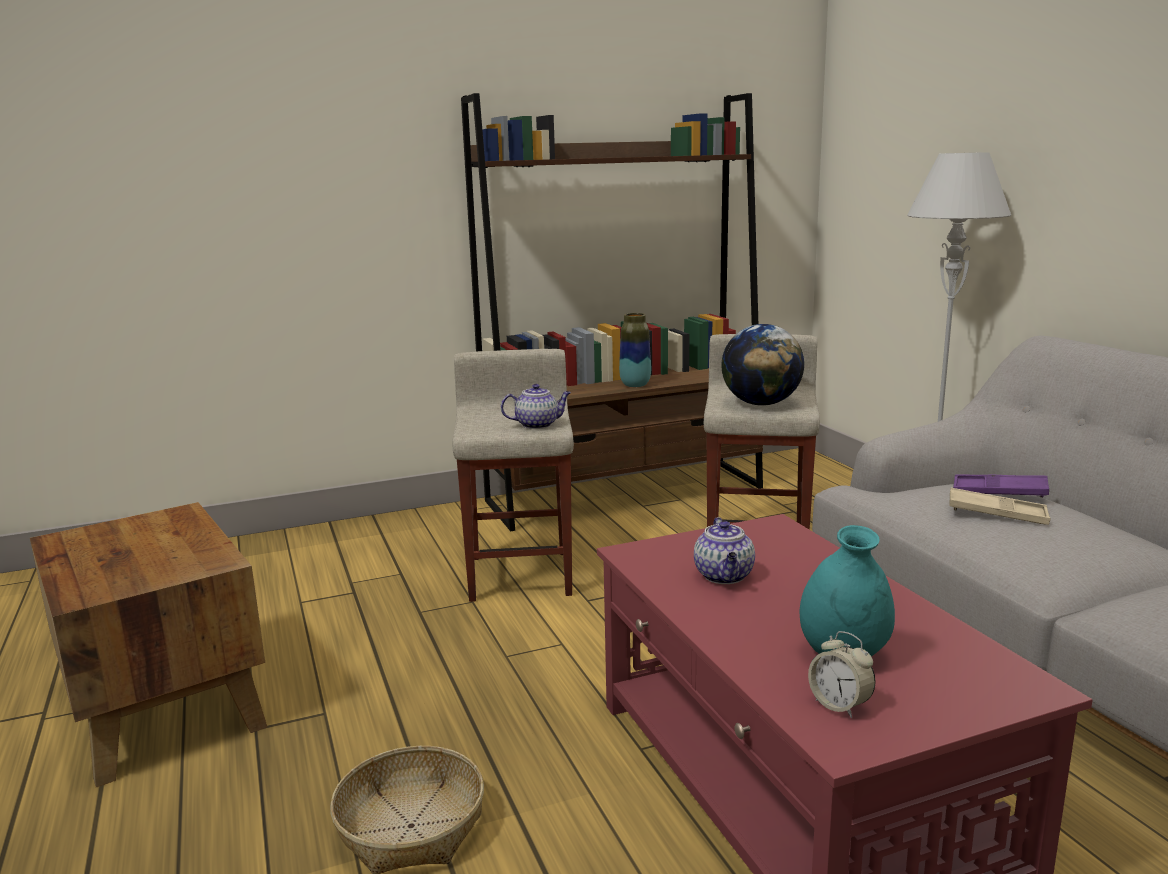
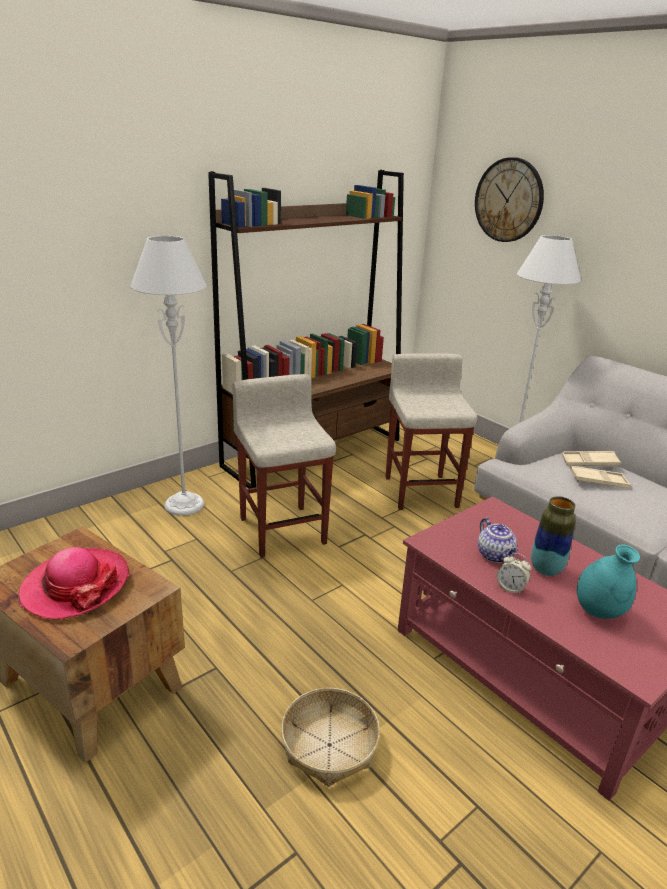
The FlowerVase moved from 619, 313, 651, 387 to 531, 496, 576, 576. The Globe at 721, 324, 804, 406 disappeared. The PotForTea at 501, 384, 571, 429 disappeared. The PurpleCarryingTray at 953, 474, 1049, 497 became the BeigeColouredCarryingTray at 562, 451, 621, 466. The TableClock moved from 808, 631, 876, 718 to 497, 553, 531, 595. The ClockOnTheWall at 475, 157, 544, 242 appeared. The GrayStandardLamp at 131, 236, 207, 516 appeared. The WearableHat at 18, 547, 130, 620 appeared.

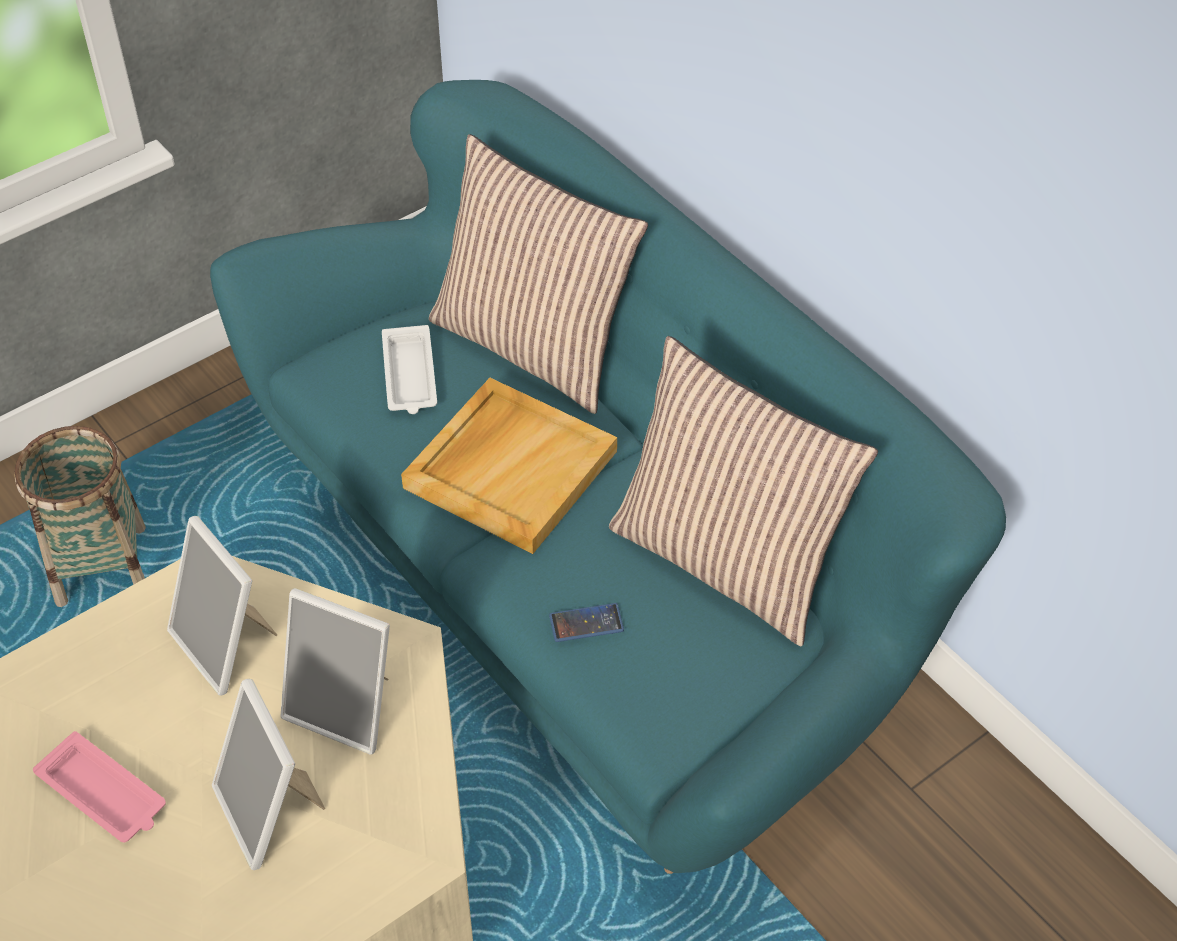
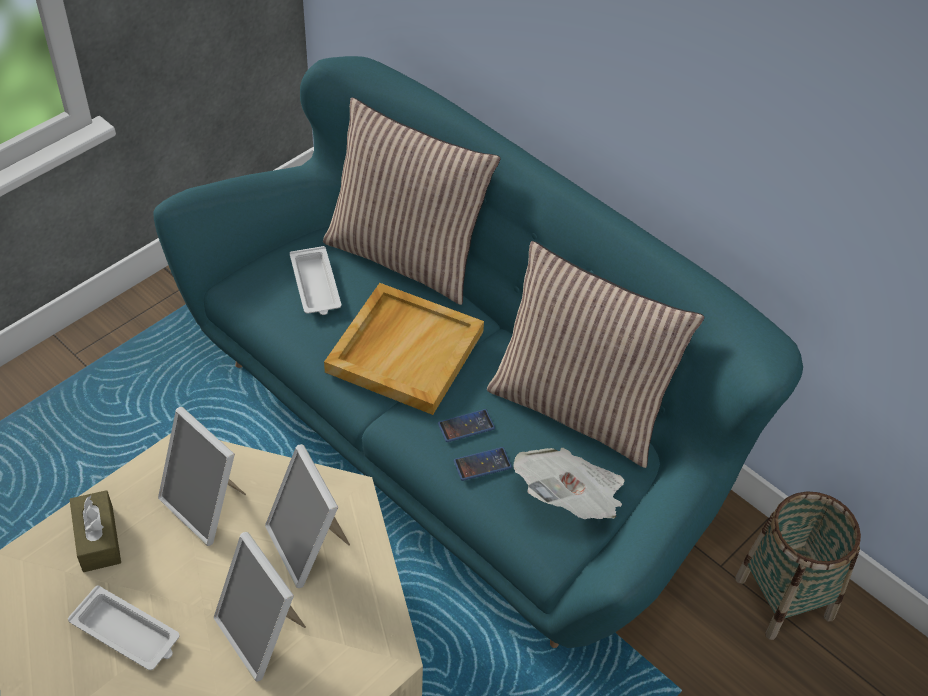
The HouseholdBasket moved from 14, 426, 146, 607 to 735, 492, 861, 640. The PhotoFrame at 281, 588, 390, 755 turned 45 degrees clockwise. The PinkCarryingTray at 33, 731, 166, 842 became the WhitishCarryingTray at 68, 585, 180, 670. The Phone at 438, 409, 495, 442 appeared. The Newspaper at 513, 448, 625, 519 appeared. The BrownishTissueHolder at 70, 490, 121, 572 appeared.

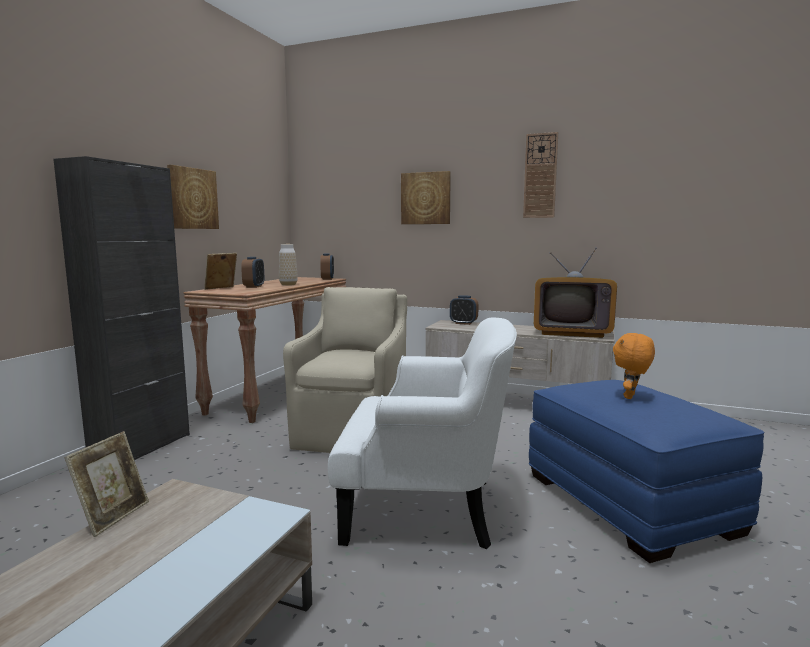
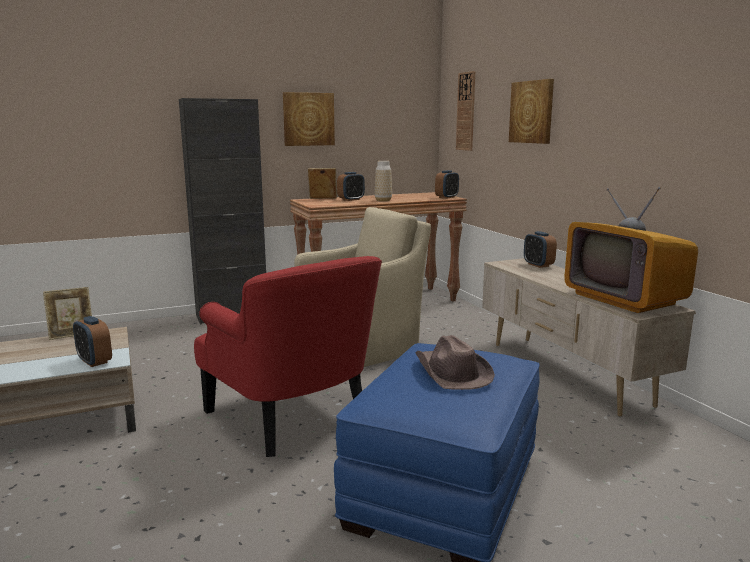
The ClockOnTheWall moved from 523, 132, 558, 218 to 456, 71, 475, 151. The WhitishEasyChair at 328, 317, 517, 549 became the RedColouredEasyChair at 194, 256, 382, 457. The OrangeyPlushToy at 613, 333, 655, 399 was replaced by the BrownishWearableHat at 416, 335, 495, 390. The TableClock at 73, 316, 112, 367 appeared.

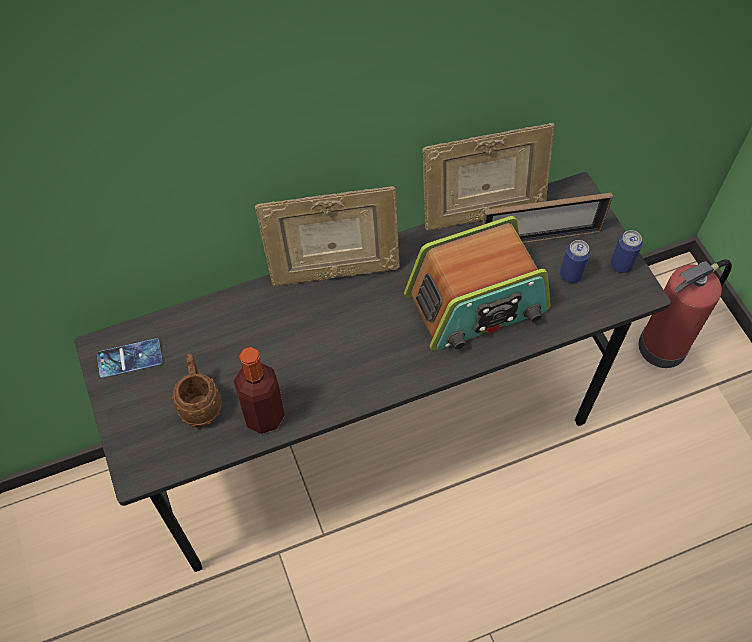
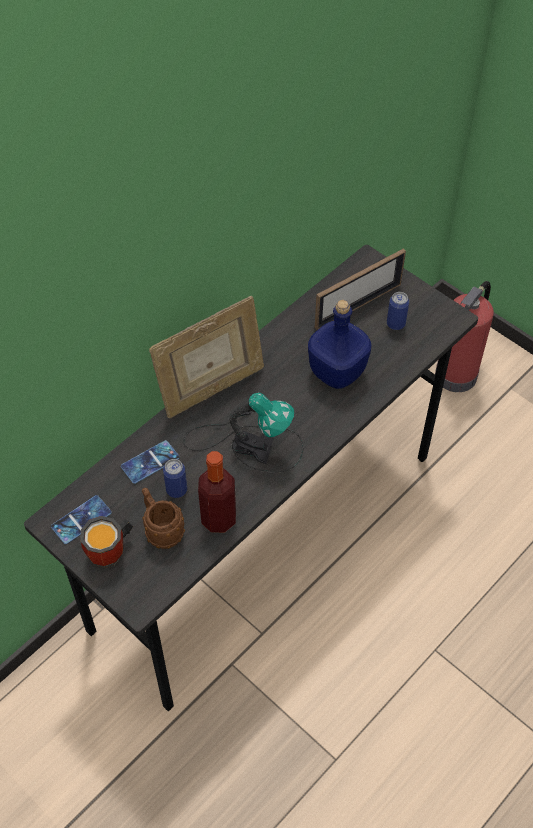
The PhotoFrame at 422, 123, 555, 231 disappeared. The RadioSet at 404, 216, 551, 351 was replaced by the BlueColouredBeverageBottle at 308, 300, 371, 389. The SealedCan moved from 611, 230, 643, 273 to 163, 459, 187, 498. The LampForATable at 183, 392, 303, 473 appeared. The Phone at 121, 440, 180, 484 appeared. The Mug at 80, 516, 133, 568 appeared.

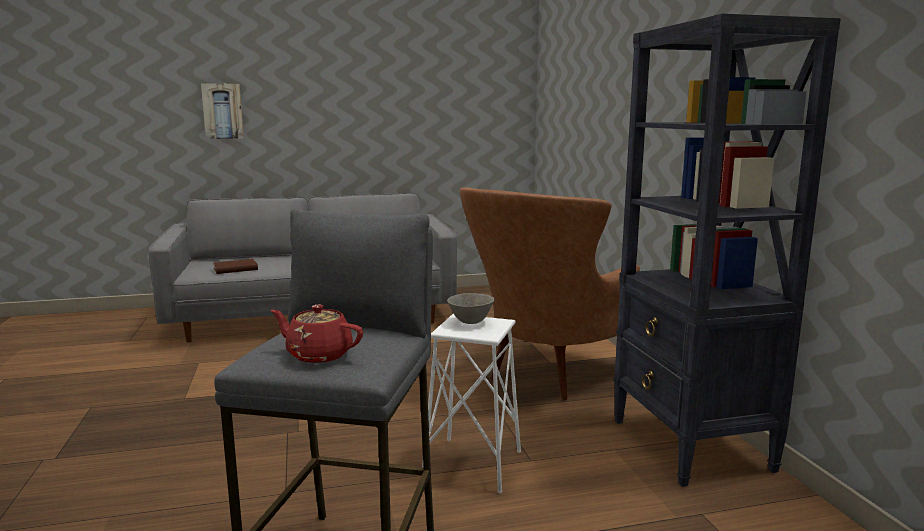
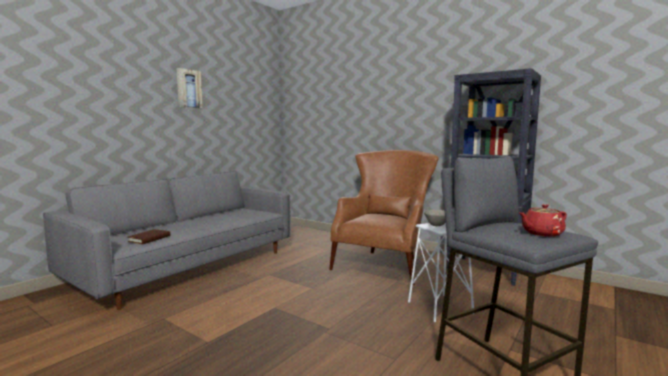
The WallPicture moved from 201, 83, 244, 139 to 176, 68, 203, 108. The BrownishEasyChair at 459, 187, 640, 400 turned 150 degrees counterclockwise.

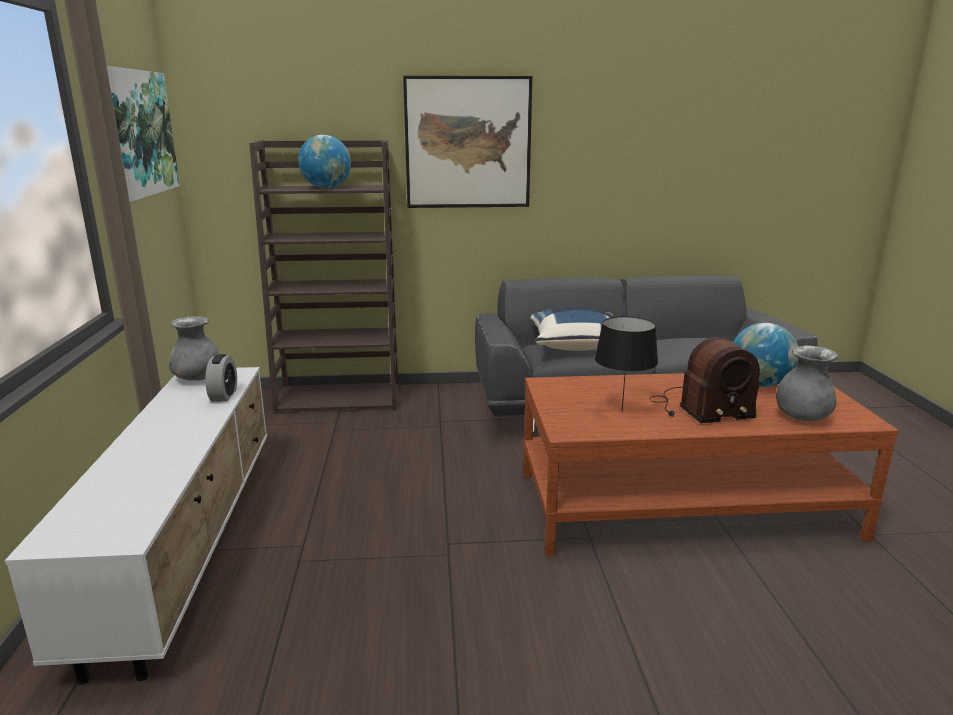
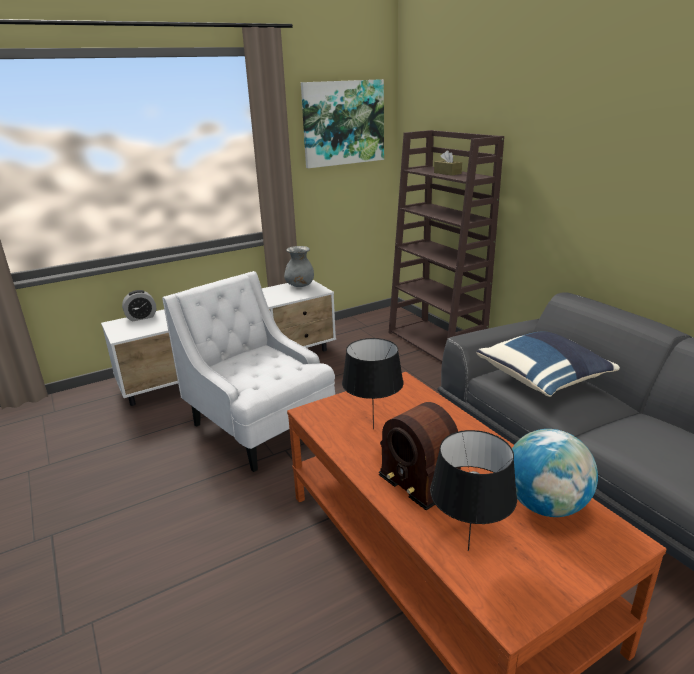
The WallPicture at 403, 76, 532, 208 disappeared. The Globe at 298, 135, 351, 188 was replaced by the BrownishTissueHolder at 434, 150, 462, 176. The GrayFlowerVase at 776, 346, 838, 421 was replaced by the BlackColouredLampForATable at 430, 430, 517, 551. The TableClock moved from 205, 354, 237, 401 to 122, 290, 156, 321. The WhitishEasyChair at 162, 271, 335, 472 appeared.

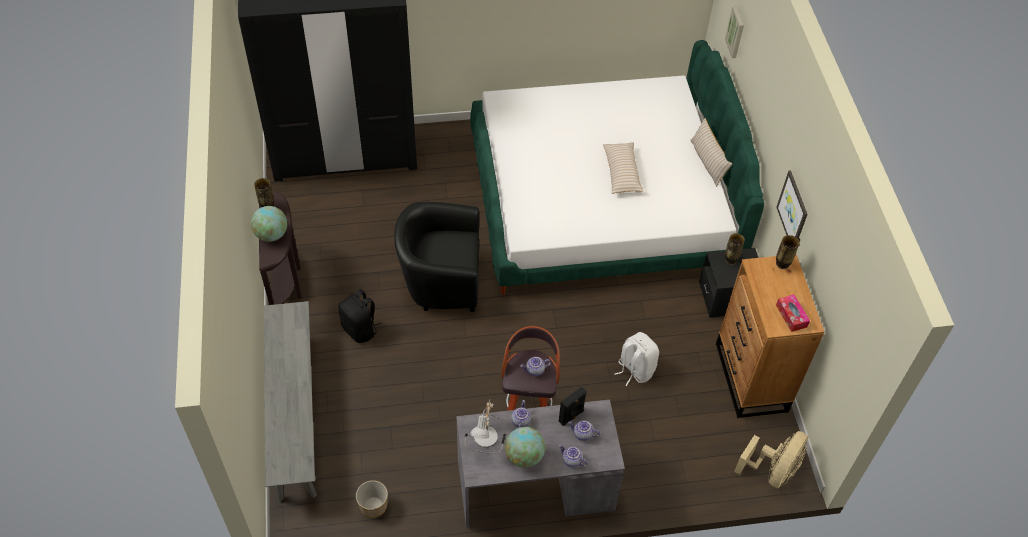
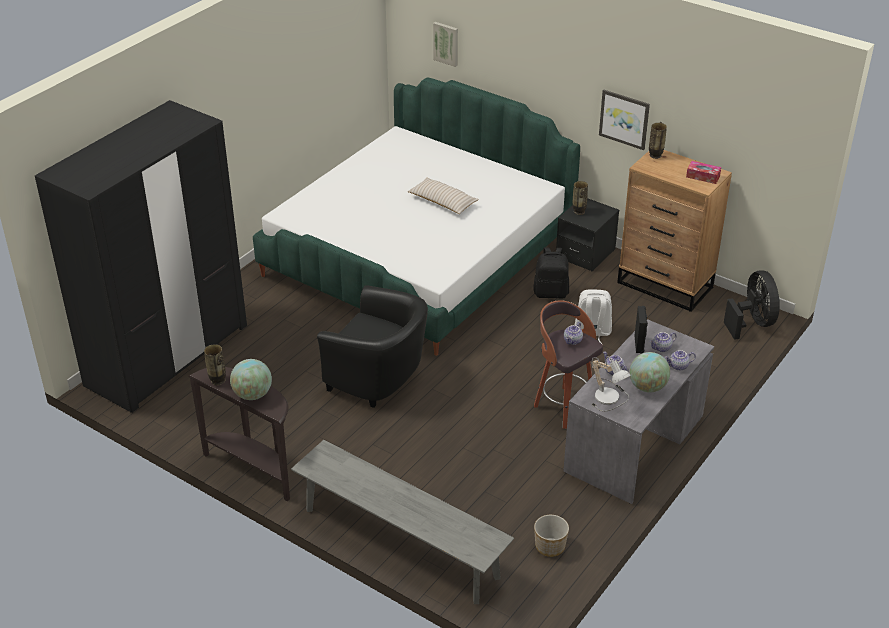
The BeigeColouredPillow at 690, 118, 732, 187 disappeared. The BlackColouredEasyChair at 394, 202, 479, 312 turned 105 degrees counterclockwise. The BlackColouredBackpack moved from 338, 289, 382, 343 to 533, 247, 569, 298. The BeigeColouredElectricFan at 734, 431, 808, 488 became the BlackColouredElectricFan at 724, 271, 780, 340.

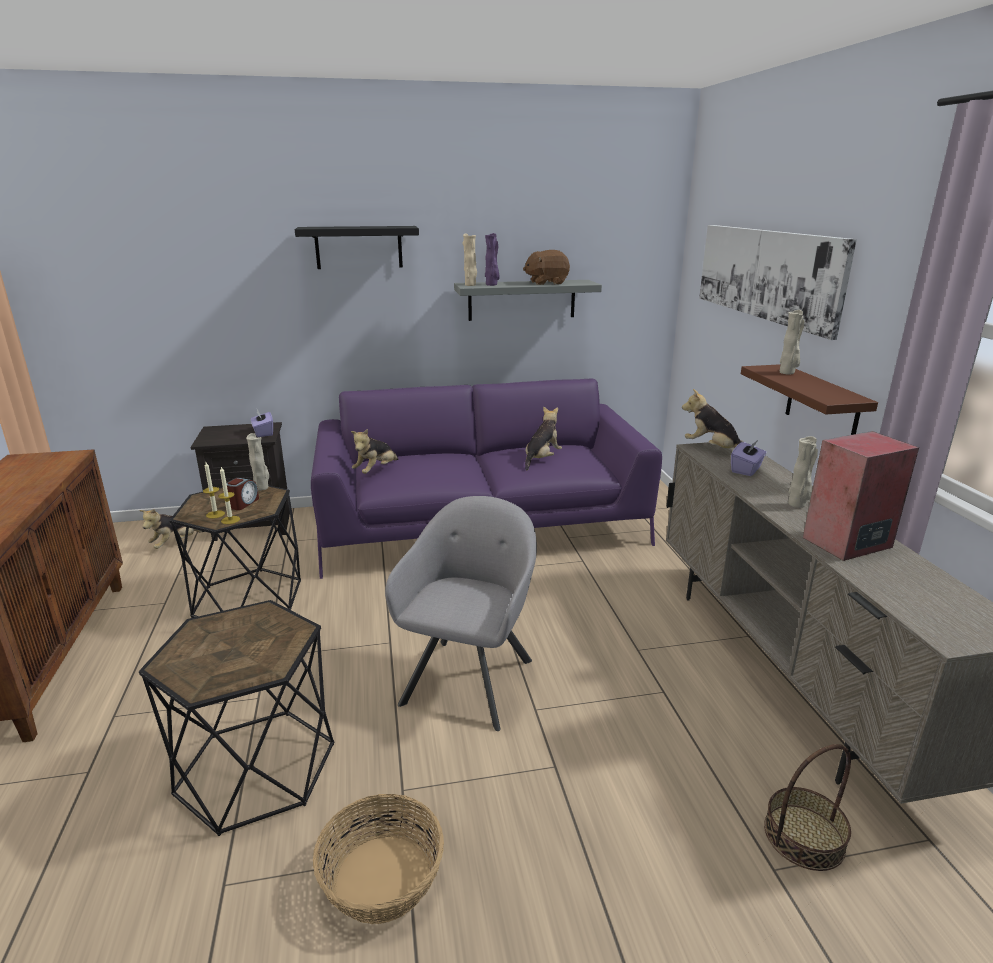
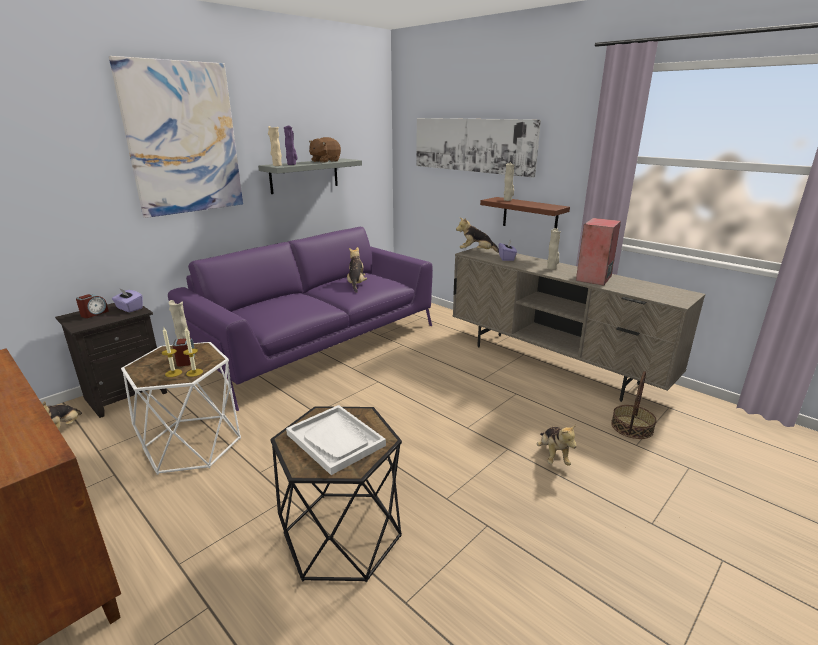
The BlackColouredWallShelf at 295, 226, 419, 269 was replaced by the WallPicture at 109, 56, 243, 218. The PlushToy moved from 351, 429, 398, 474 to 537, 424, 577, 466. The BlackColouredSideTable at 169, 485, 301, 618 became the WhitishSideTable at 121, 342, 241, 475. The GrayEasyChair at 385, 496, 537, 731 disappeared. The HouseholdBasket at 313, 794, 444, 924 disappeared. The TableClock at 76, 294, 109, 318 appeared. The WhitishCarryingTray at 286, 405, 386, 475 appeared.

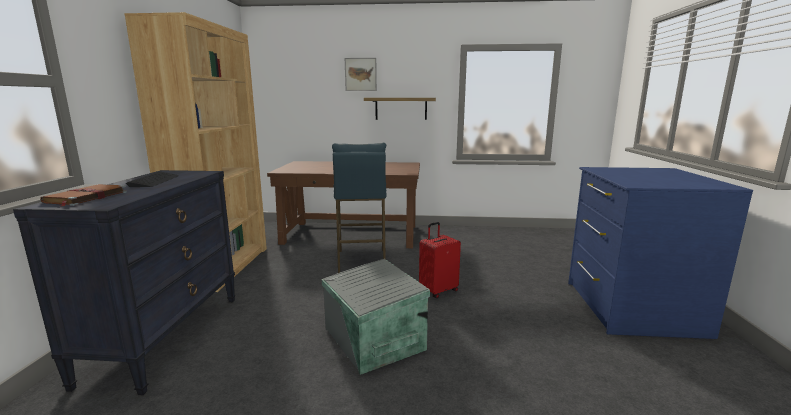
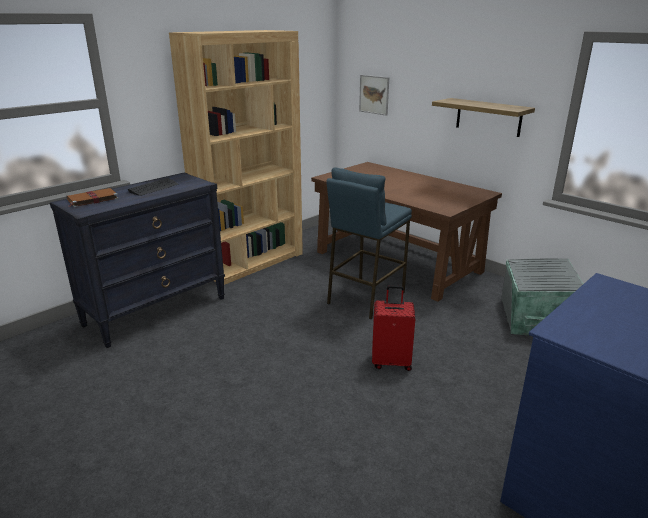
The WallPicture moved from 345, 58, 377, 91 to 359, 75, 389, 116. The GrayStorageBin moved from 322, 259, 430, 375 to 501, 258, 583, 336.

